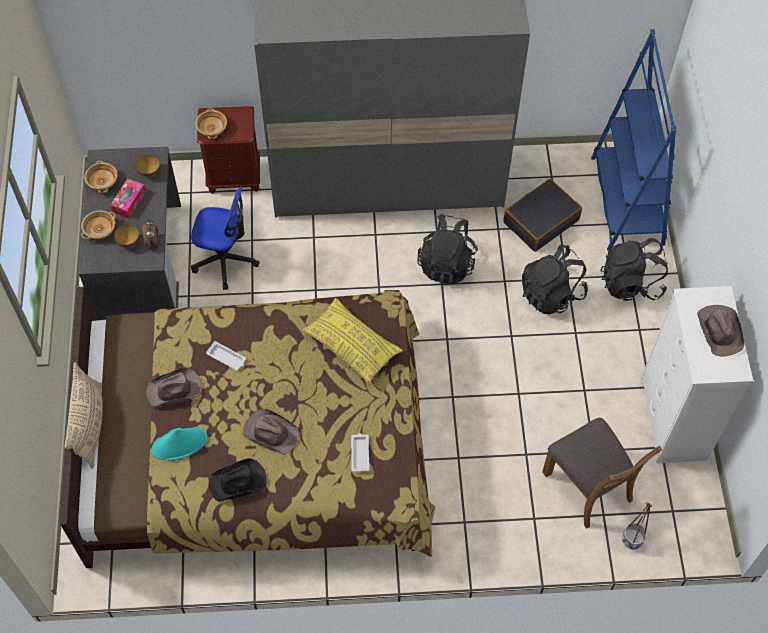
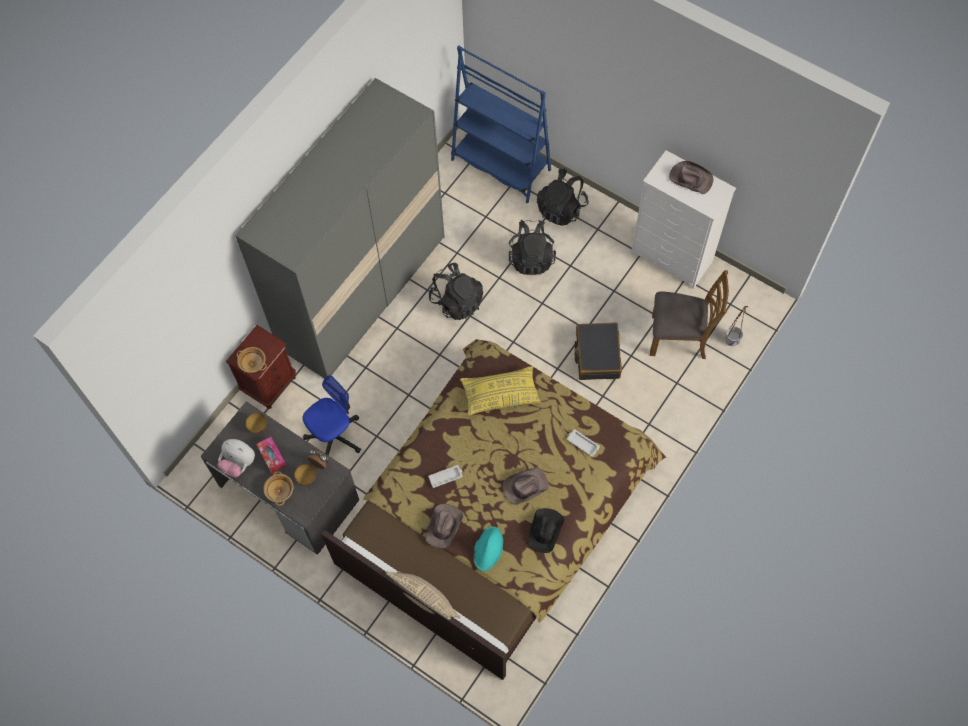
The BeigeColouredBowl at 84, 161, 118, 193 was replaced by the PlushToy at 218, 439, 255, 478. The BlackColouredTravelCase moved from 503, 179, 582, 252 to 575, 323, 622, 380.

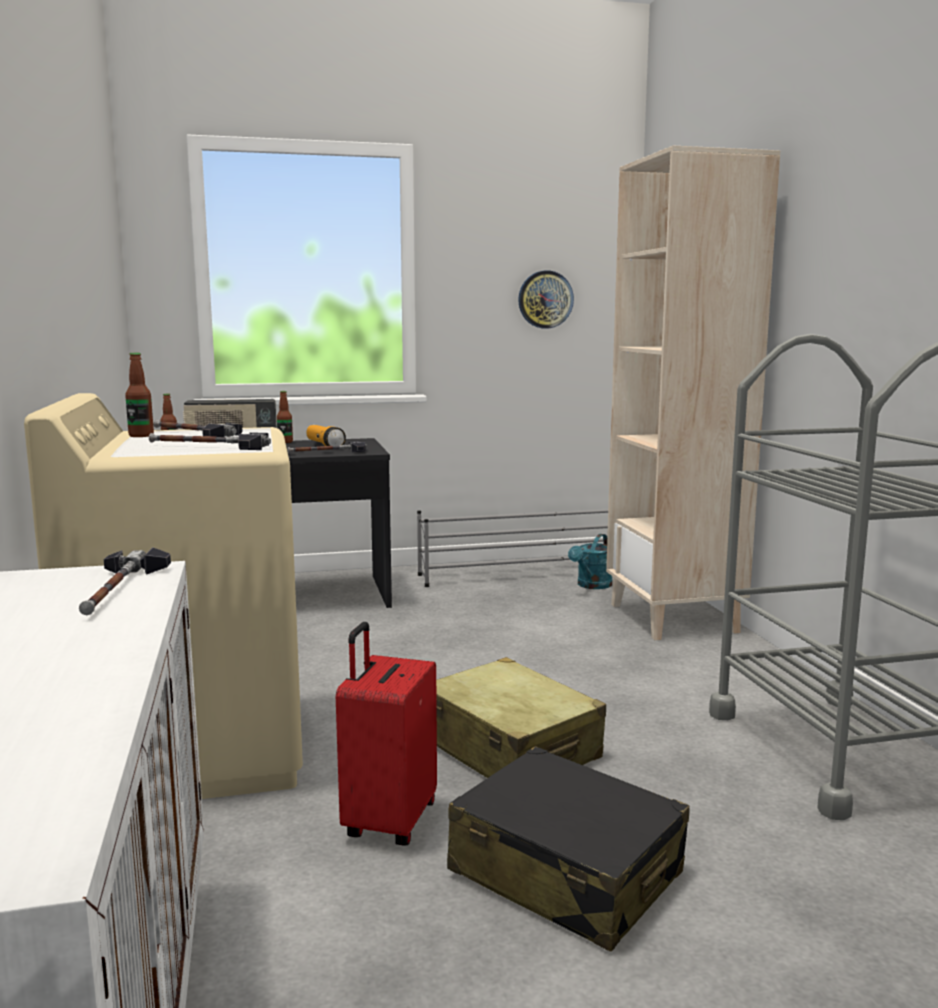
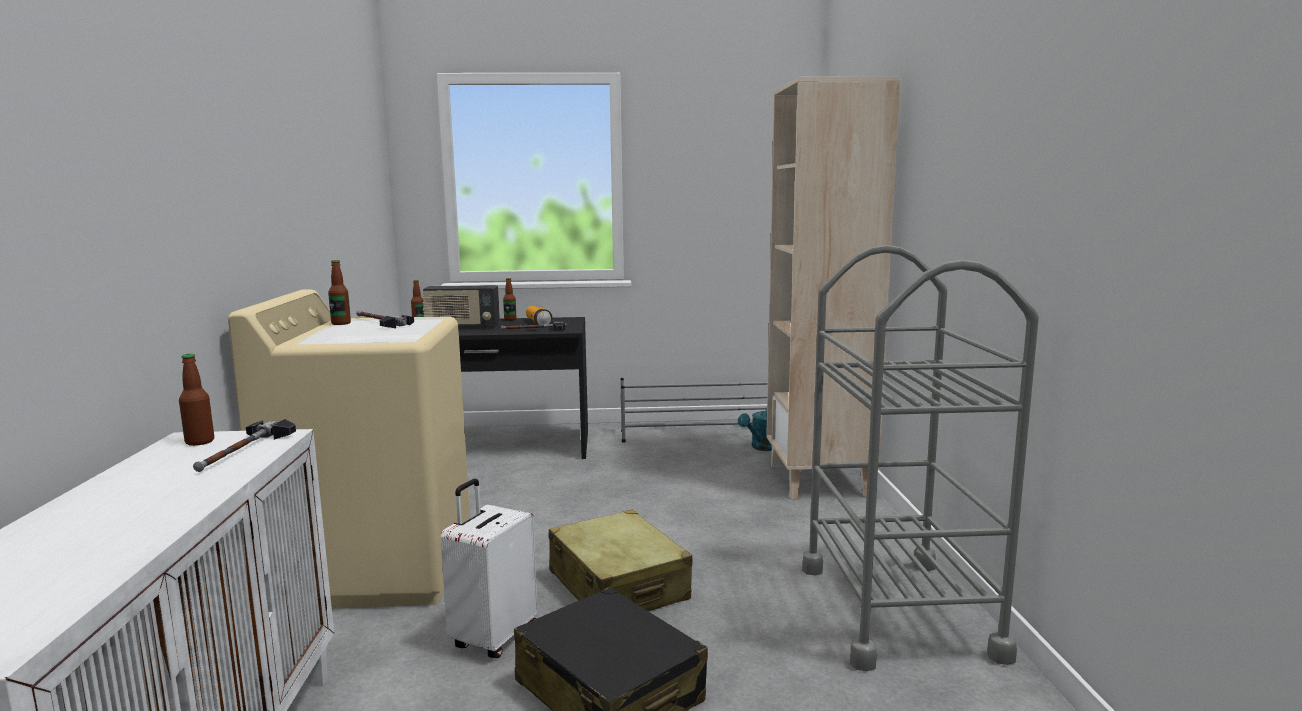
The ClockOnTheWall at 518, 270, 574, 329 disappeared. The Hammer at 149, 432, 271, 450 disappeared. The RedColouredTravelCase at 336, 622, 437, 845 became the WhitishTravelCase at 440, 479, 537, 658. The BeverageBottle at 179, 354, 214, 446 appeared.

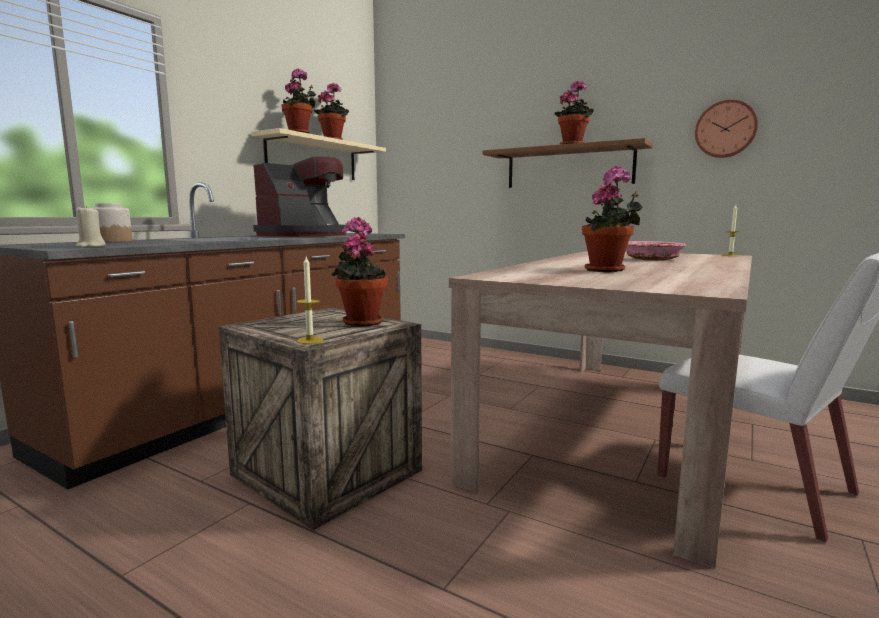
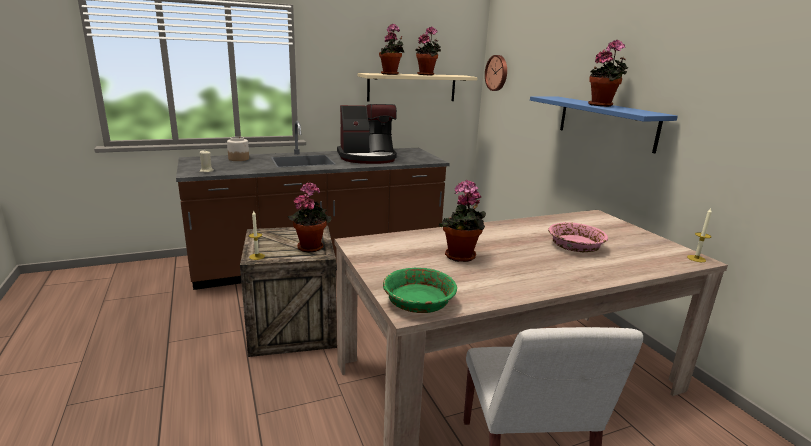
The ClockOnTheWall moved from 695, 99, 758, 158 to 485, 55, 507, 91. The BrownishWallShelf at 482, 138, 653, 188 became the BlueColouredWallShelf at 530, 96, 678, 154. The GreenishBowl at 383, 267, 457, 313 appeared.

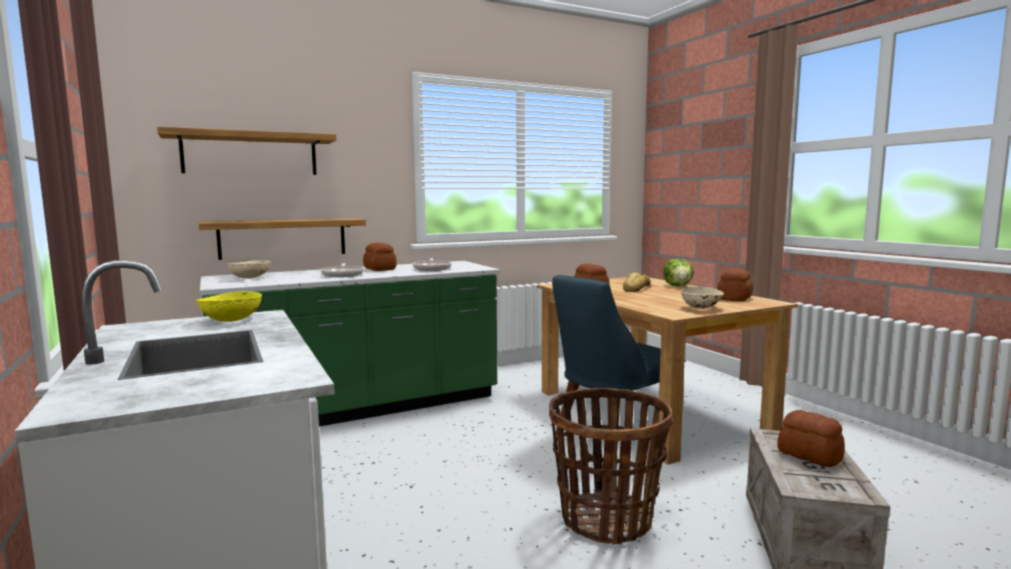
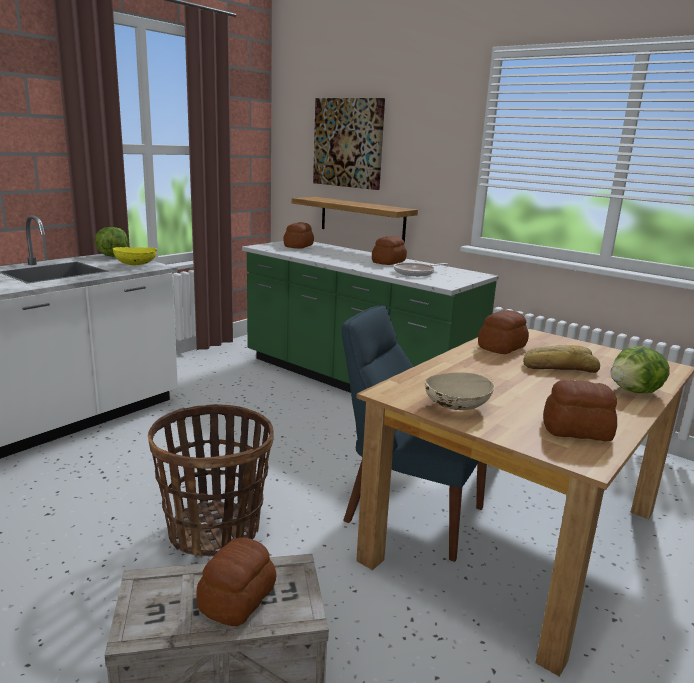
The WallShelf at 157, 127, 336, 175 was replaced by the WallPicture at 313, 98, 385, 190. The BeigeColouredBowl at 226, 260, 270, 279 was replaced by the Bread at 283, 222, 314, 249. The FryingPan at 321, 263, 364, 277 disappeared. The LettuceHead at 95, 227, 128, 257 appeared.

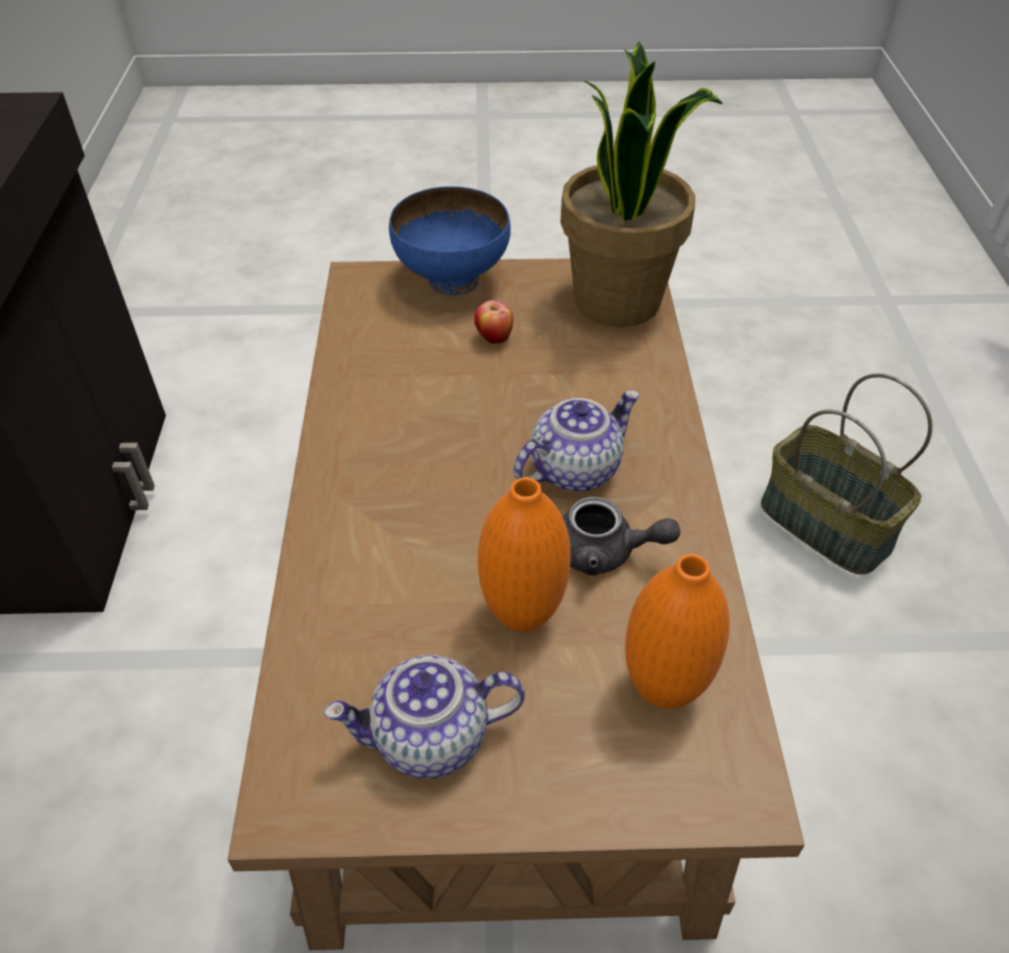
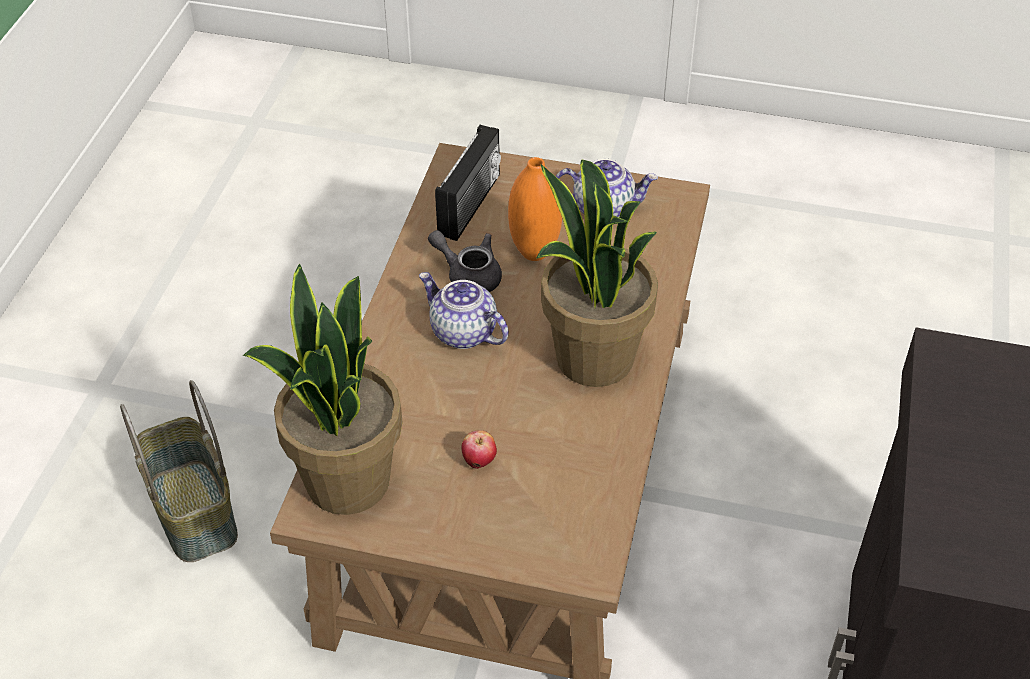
The BlueColouredBowl at 389, 186, 511, 296 disappeared. The PotForTea at 514, 390, 640, 492 turned 60 degrees clockwise. The OrangeyFlowerVase at 625, 554, 730, 709 was replaced by the RadioSet at 435, 125, 501, 241. The Houseplant at 536, 160, 658, 387 appeared.

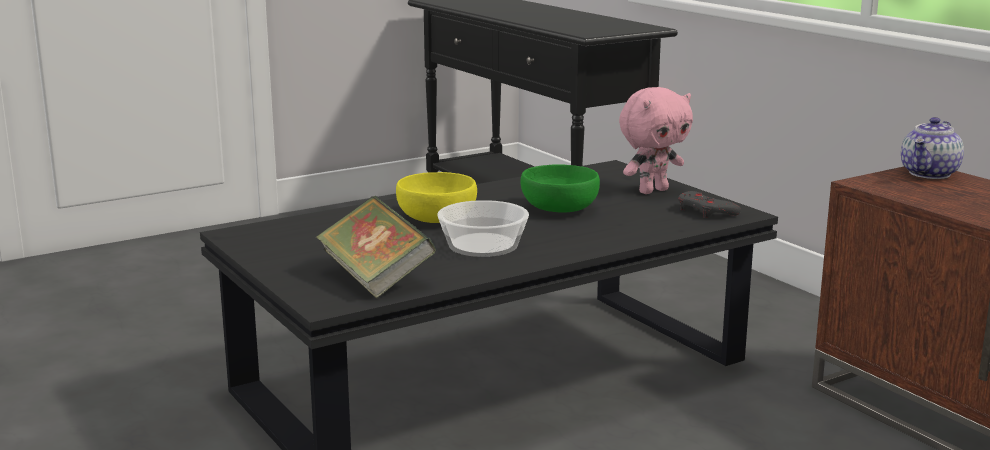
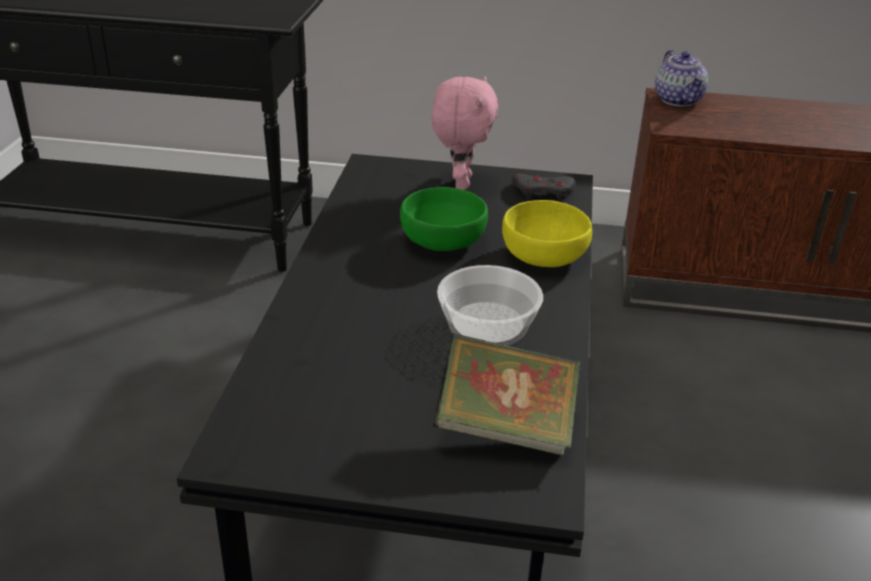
The YellowishBowl moved from 396, 172, 477, 223 to 502, 200, 592, 267.

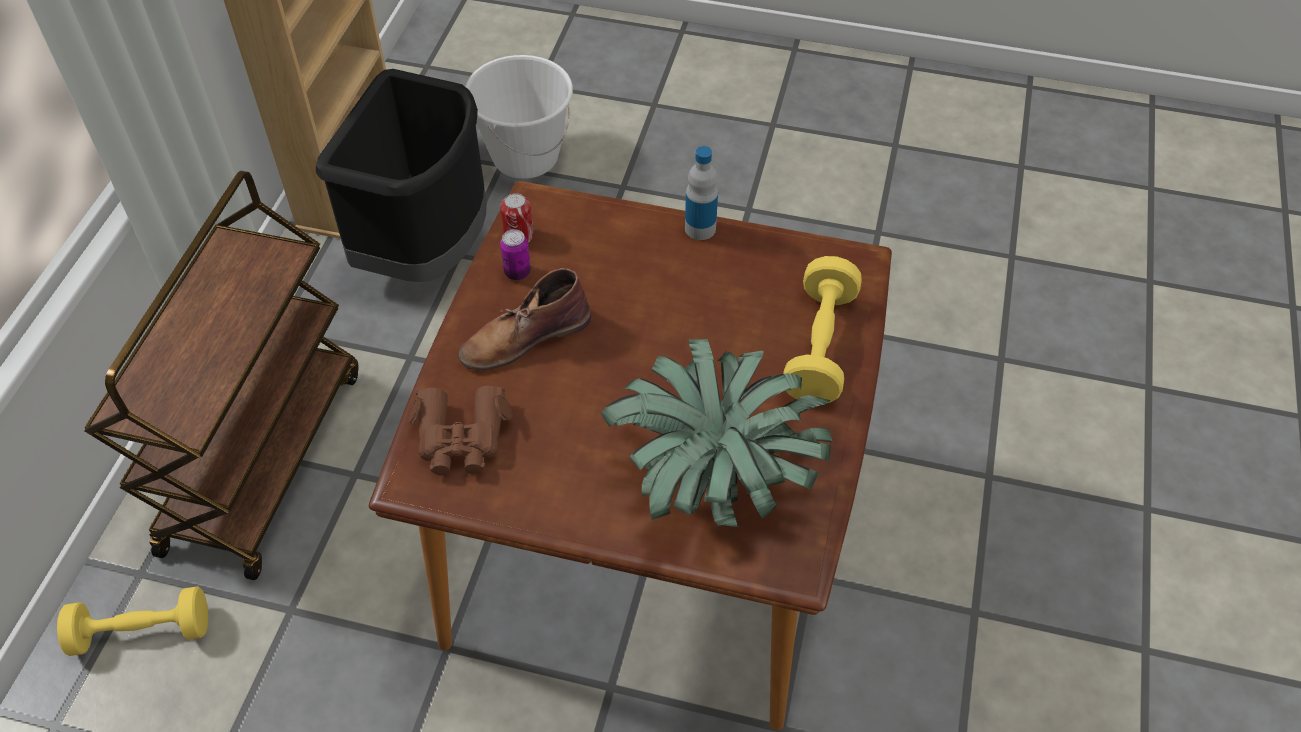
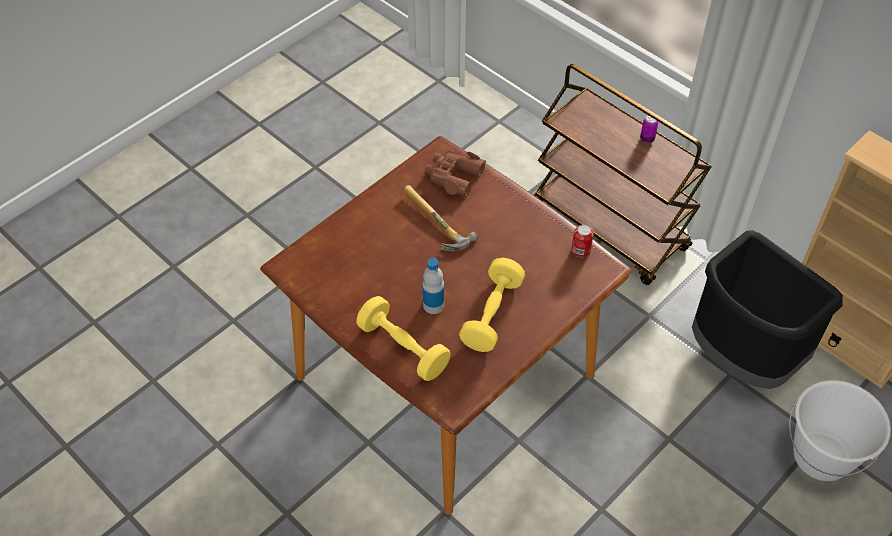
The BeverageBottle moved from 685, 146, 718, 240 to 422, 258, 444, 314. The SealedCan moved from 500, 229, 531, 280 to 640, 115, 658, 143. The BrownishBoot at 458, 268, 591, 370 disappeared. The Houseplant at 601, 339, 833, 527 disappeared. The YellowishHandWeight moved from 57, 586, 208, 656 to 459, 258, 525, 352. The Hammer at 403, 185, 478, 251 appeared.

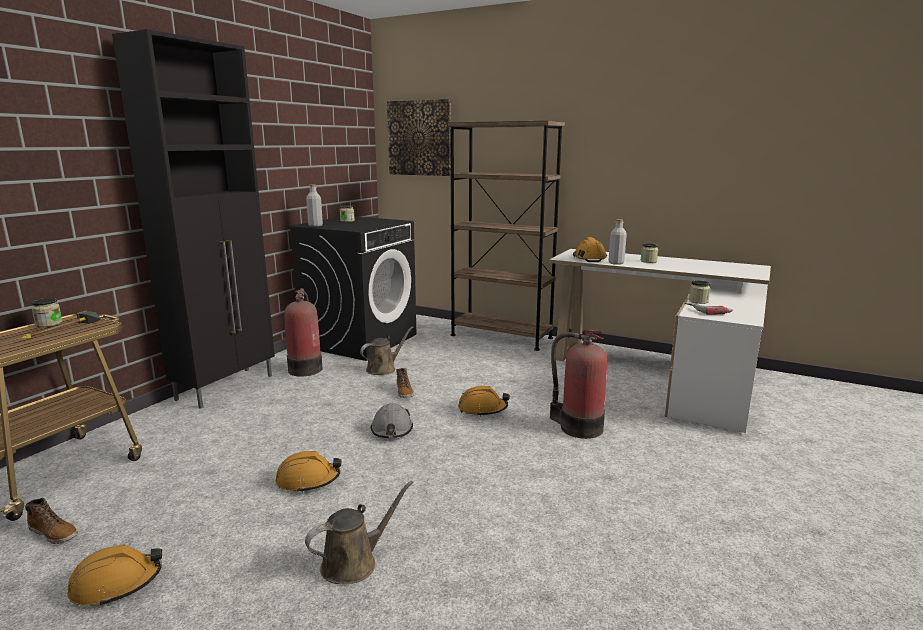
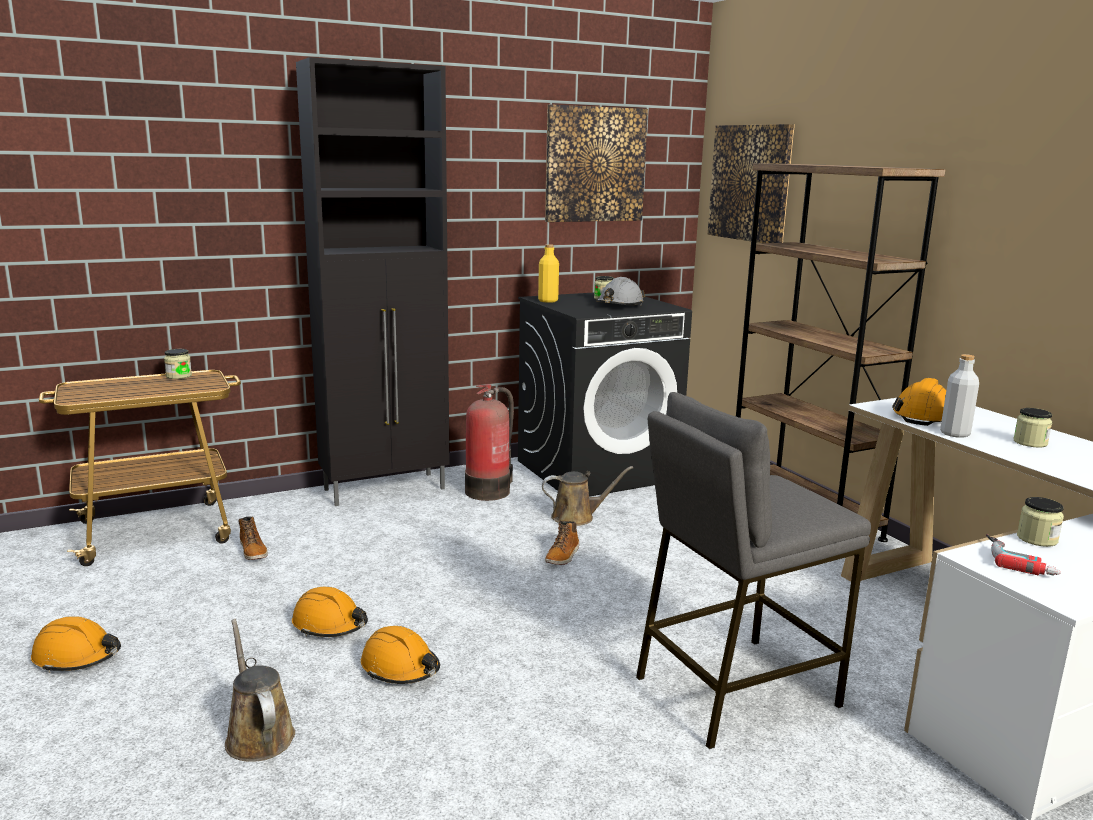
The GrayBeverageBottle at 306, 185, 323, 227 became the YellowishBeverageBottle at 538, 244, 559, 303. The Hammer at 22, 311, 101, 339 disappeared. The Extinguisher at 550, 330, 607, 439 was replaced by the GraySittingStool at 636, 392, 871, 749. The OrangeySafetyHelmet moved from 458, 386, 510, 417 to 361, 626, 440, 684. The GraySafetyHelmet moved from 371, 403, 413, 438 to 597, 277, 645, 305. The BrownishSprinklingCan at 305, 481, 413, 584 turned 120 degrees counterclockwise. The Boot moved from 25, 498, 78, 544 to 239, 516, 268, 560. The WallPicture at 545, 104, 648, 222 appeared.

